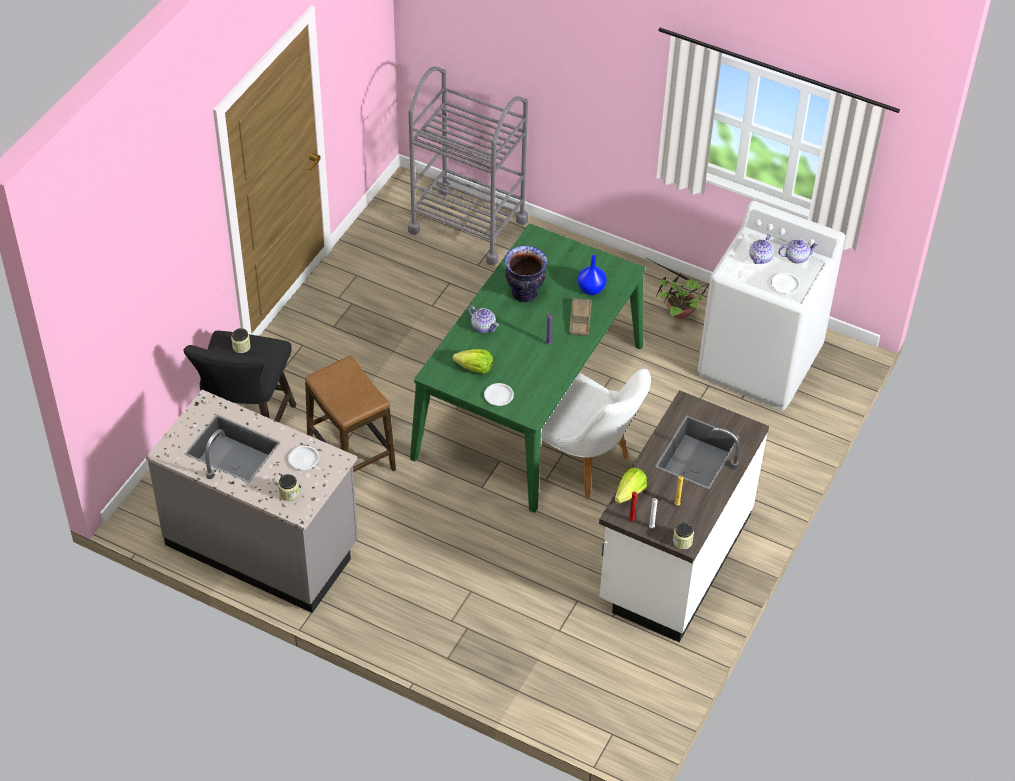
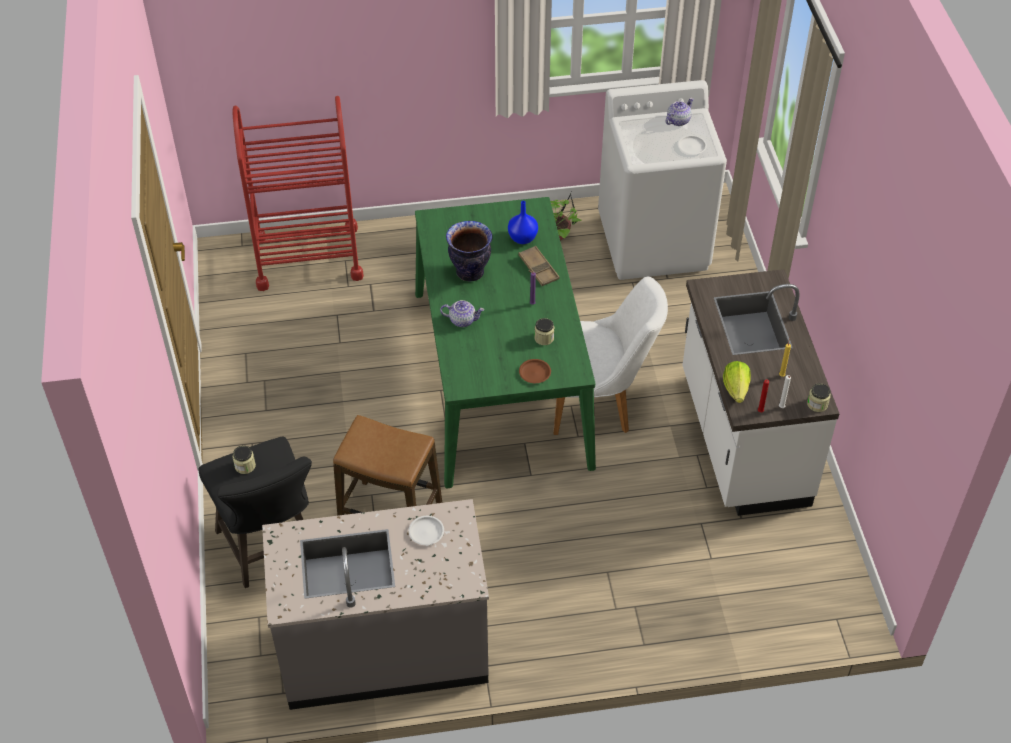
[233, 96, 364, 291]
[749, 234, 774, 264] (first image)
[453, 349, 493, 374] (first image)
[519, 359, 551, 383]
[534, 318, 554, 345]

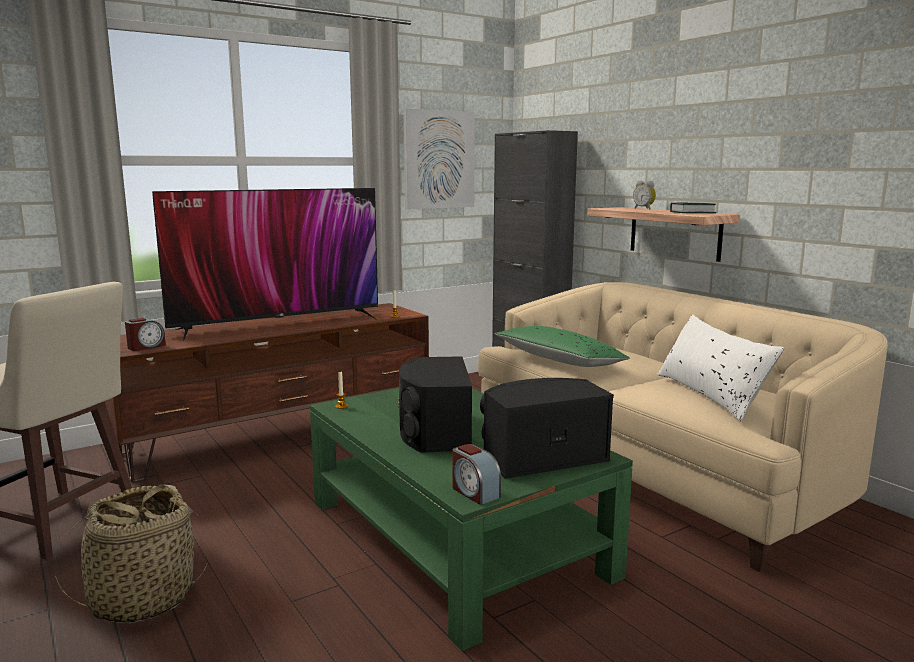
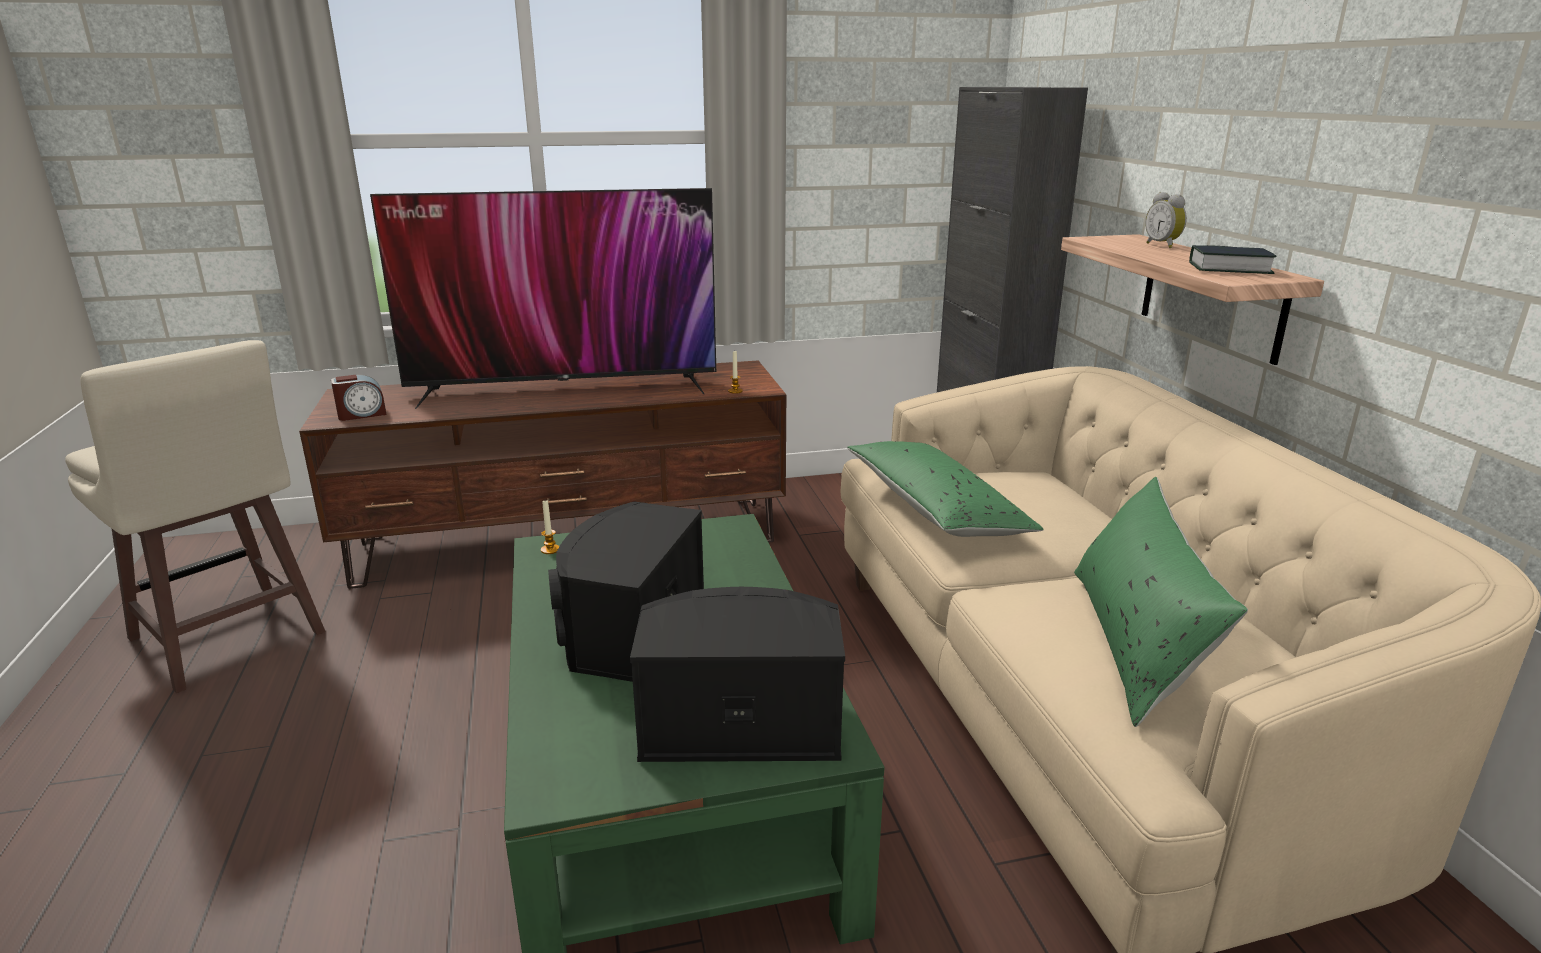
[403, 109, 475, 210] (first image)
[1074, 477, 1248, 727]
[453, 444, 501, 505] (first image)
[55, 484, 207, 624] (first image)

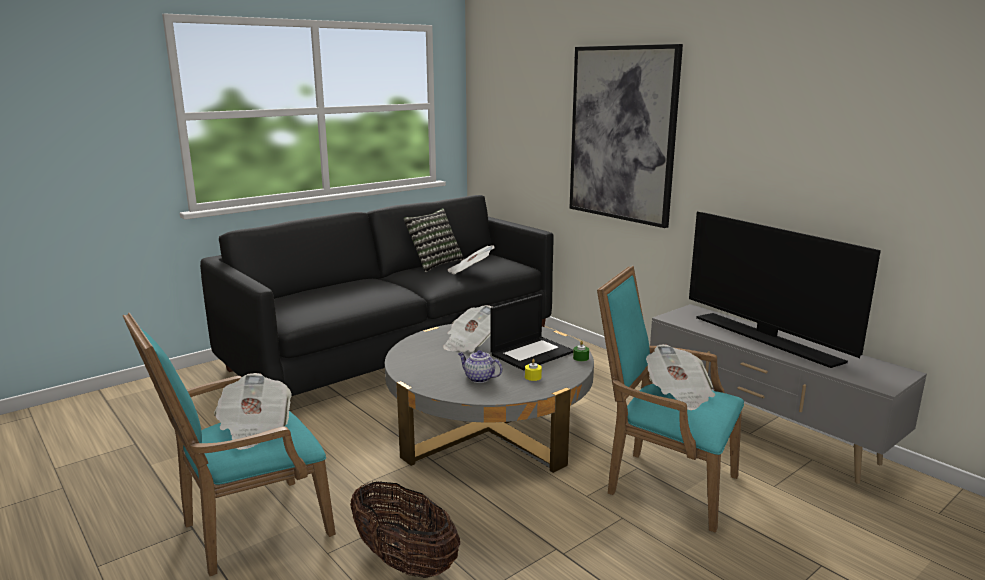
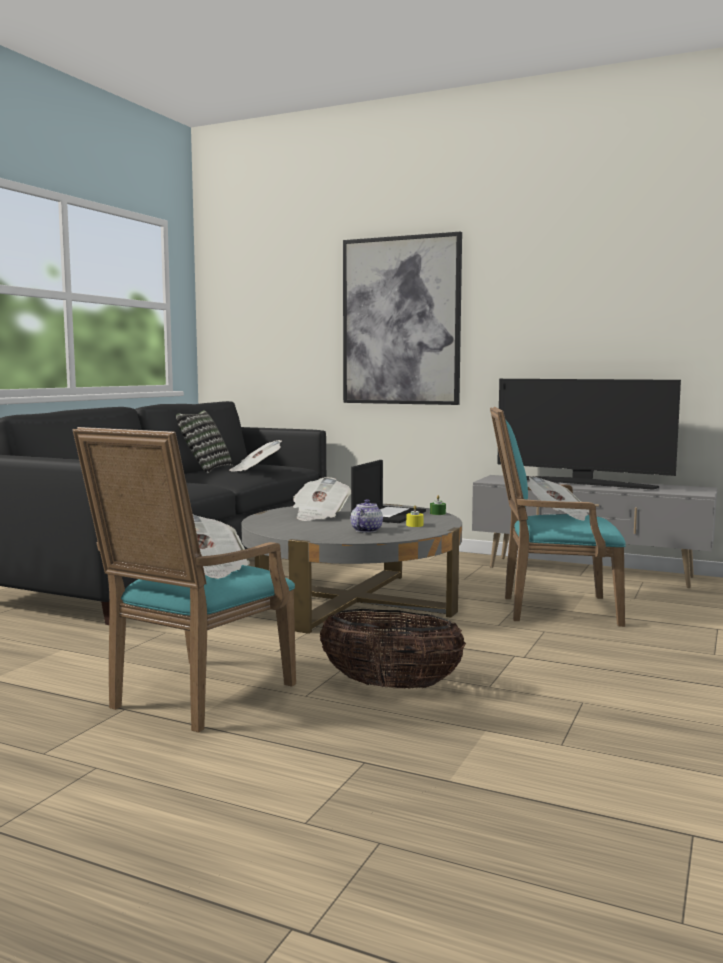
[350, 499, 383, 533]

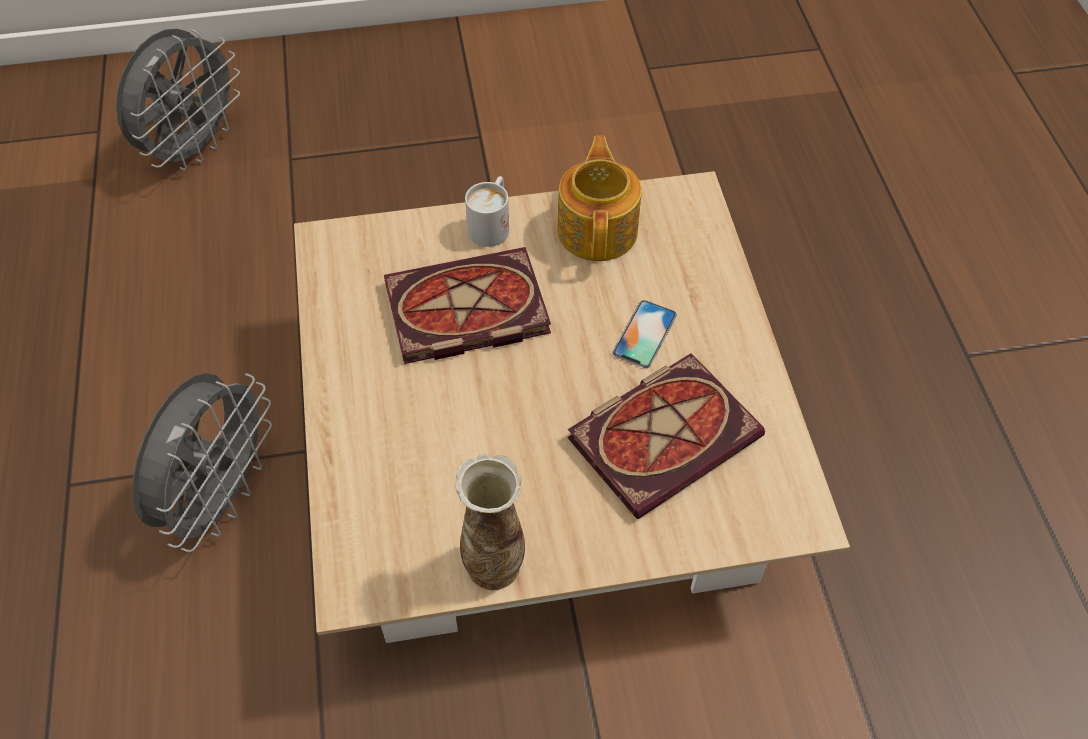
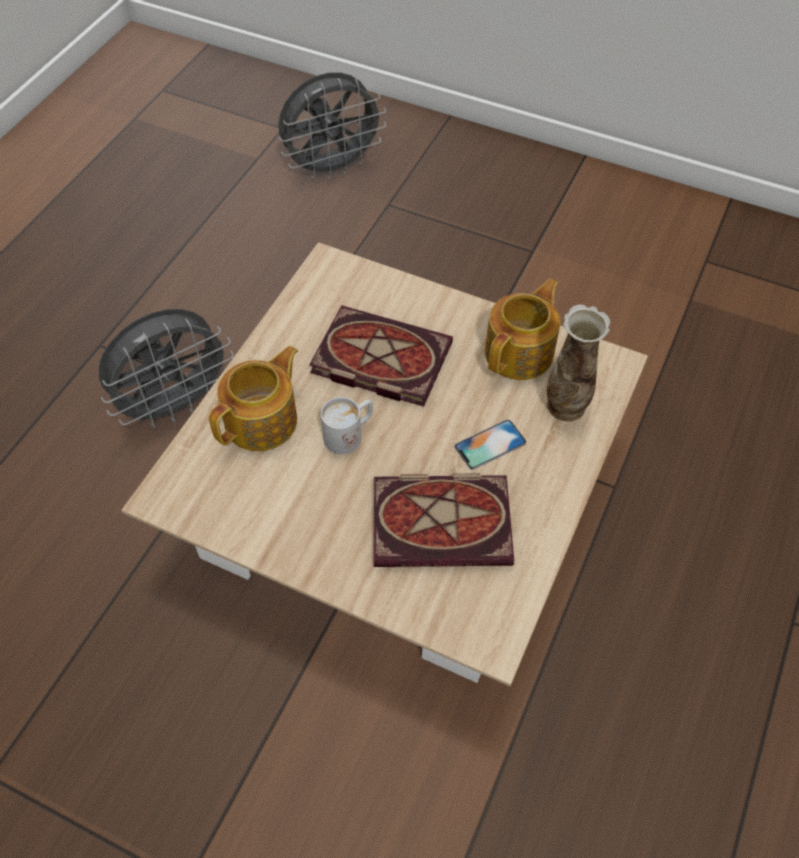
[321, 397, 373, 454]
[547, 305, 610, 422]
[209, 346, 298, 451]

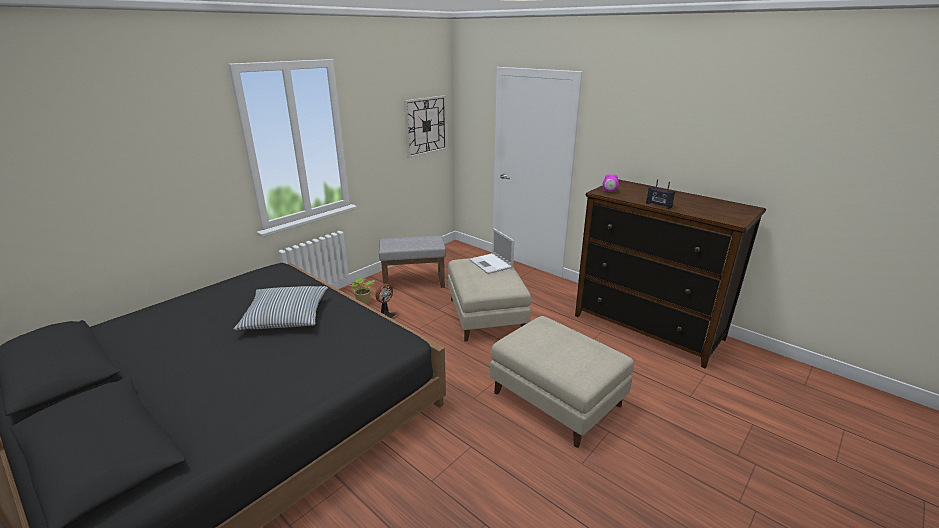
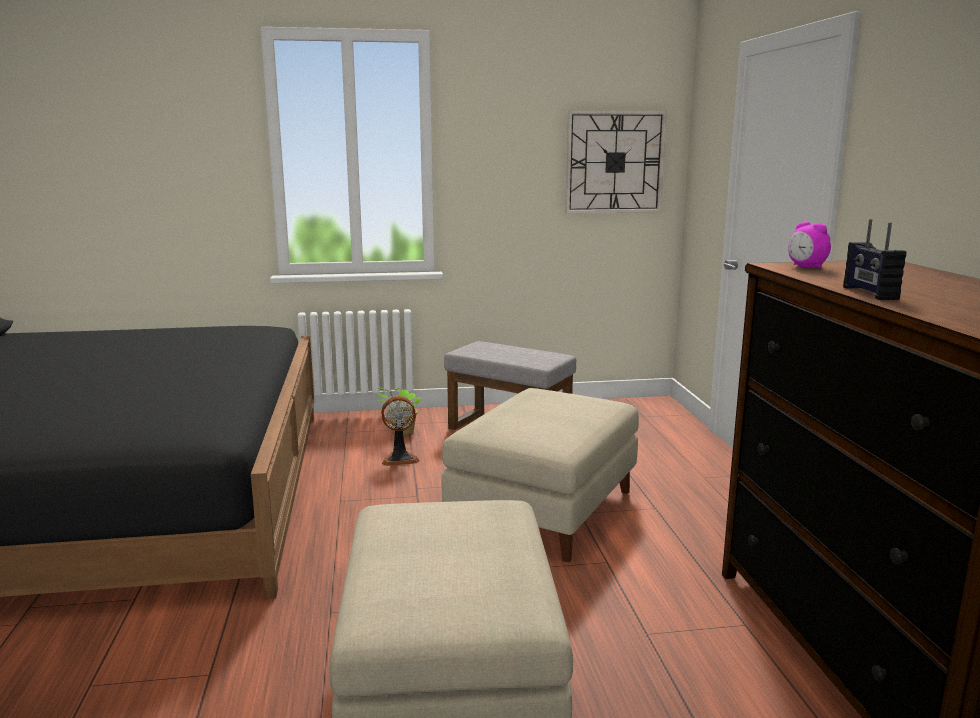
[469, 228, 515, 274] (first image)
[234, 286, 328, 330] (first image)

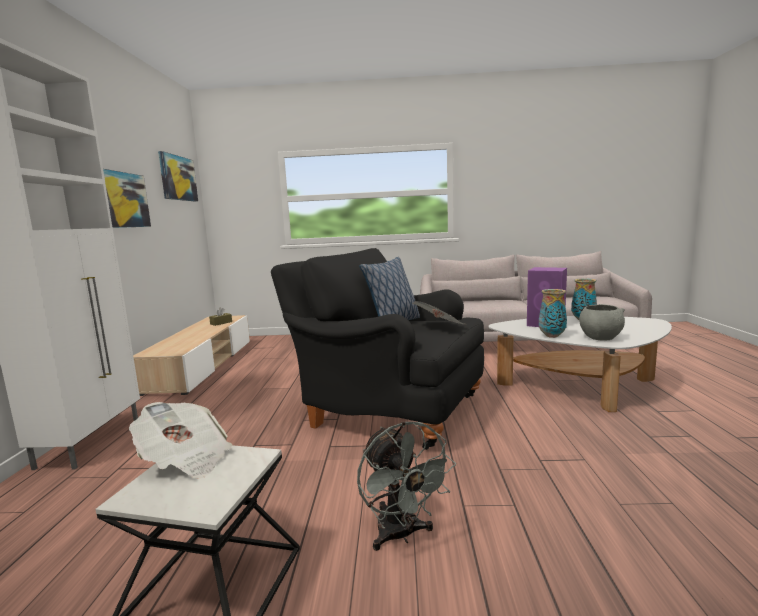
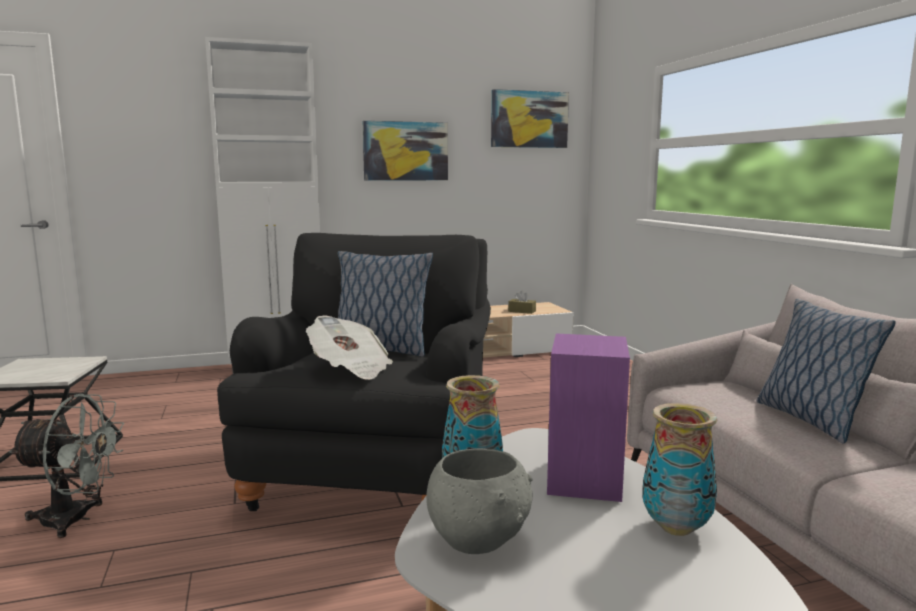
[129, 402, 232, 478] (first image)
[9, 394, 124, 538]
[757, 299, 896, 444]

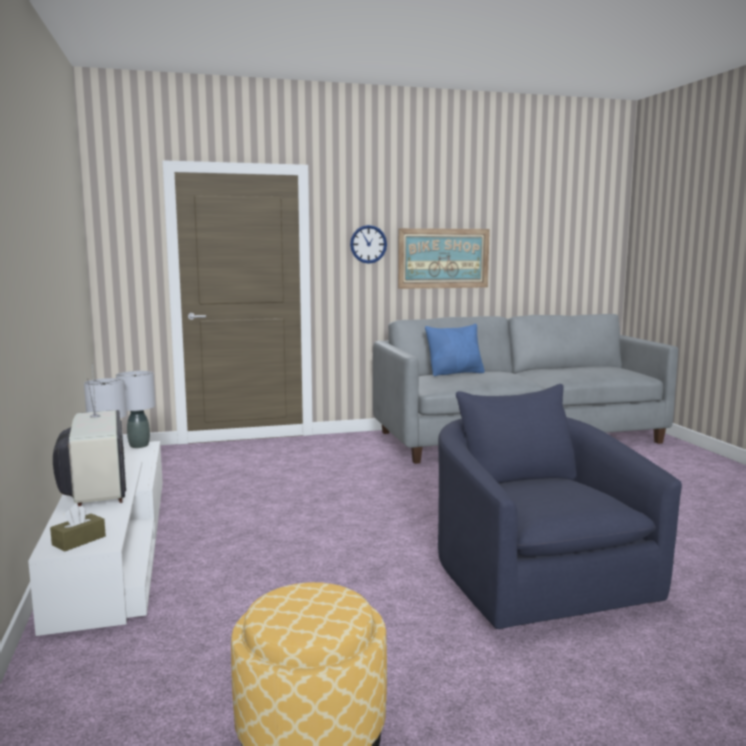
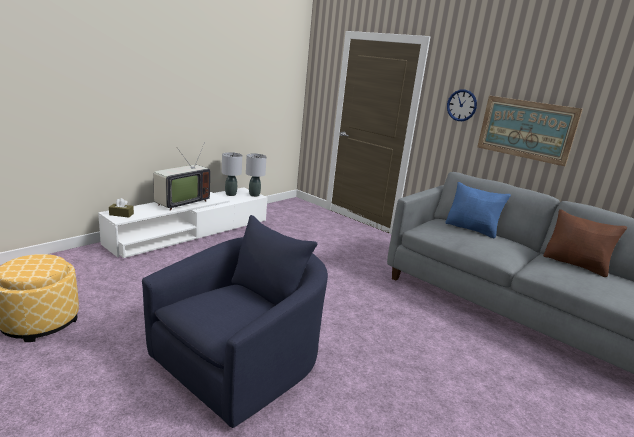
[543, 209, 627, 277]

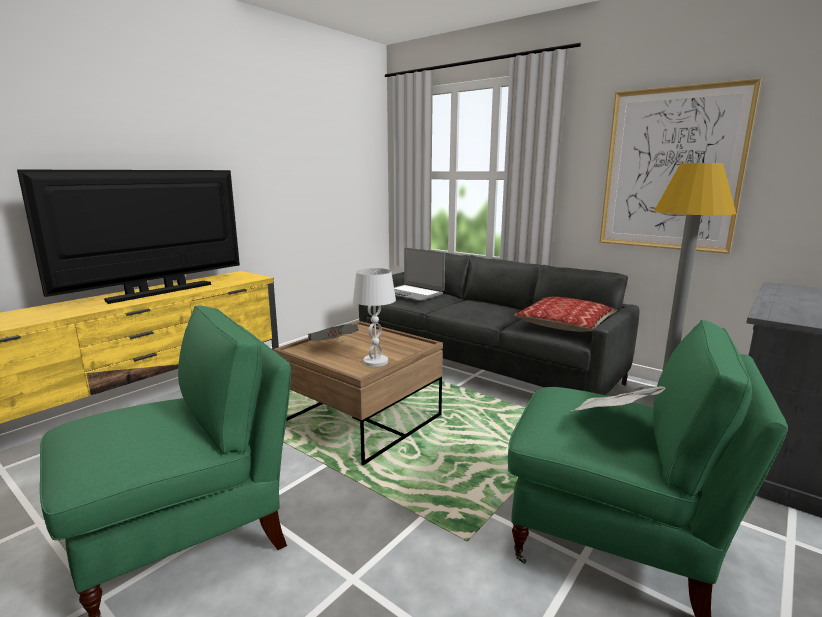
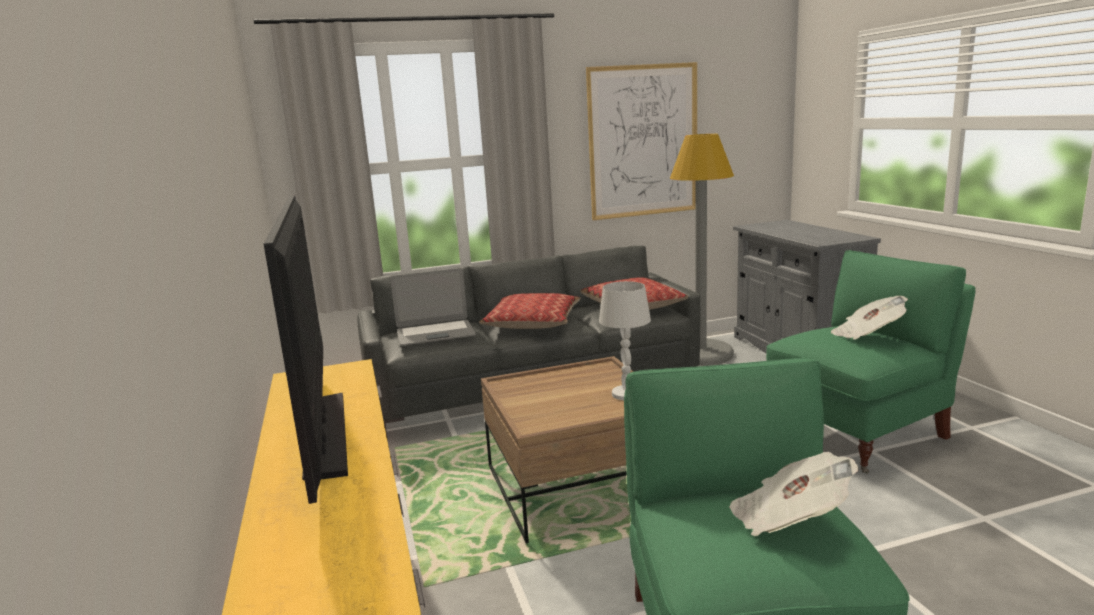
[729, 452, 859, 536]
[479, 293, 581, 329]

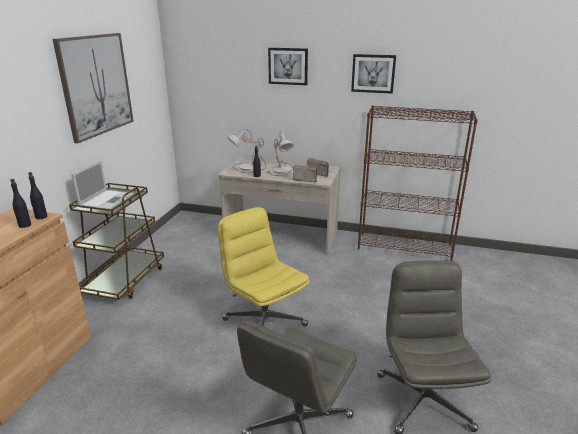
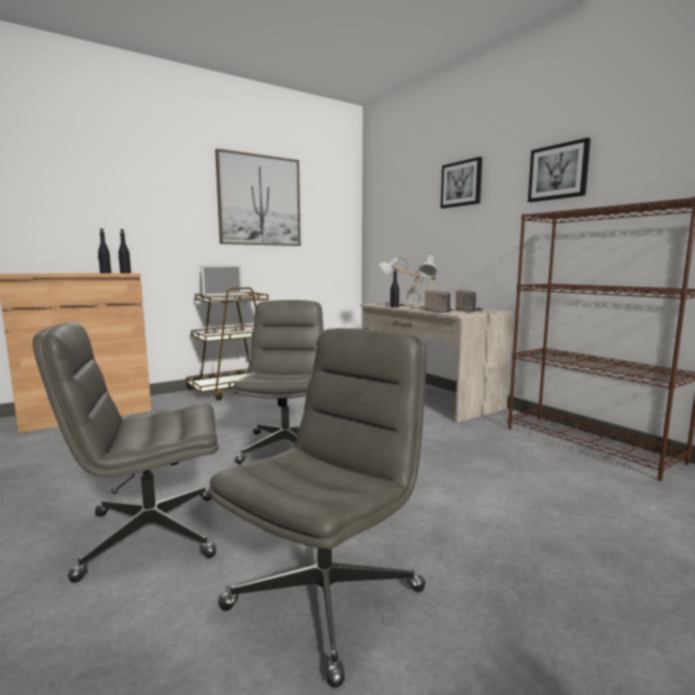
[234, 300, 324, 464]

